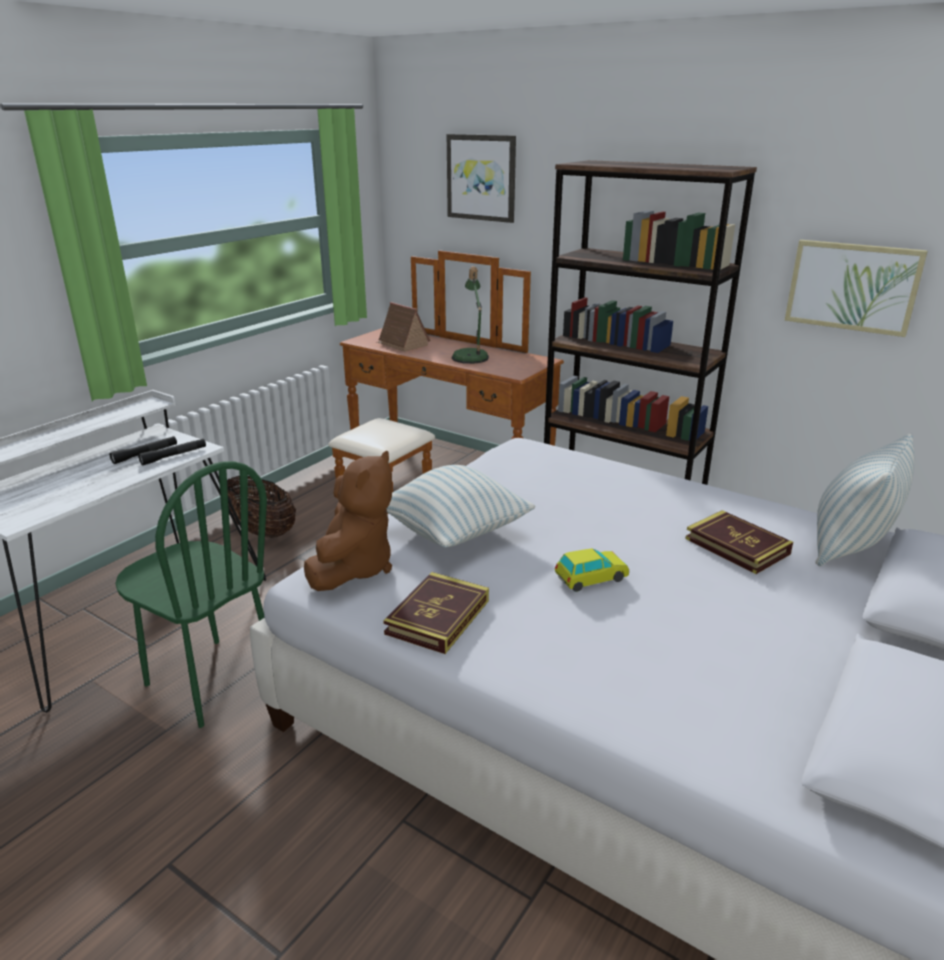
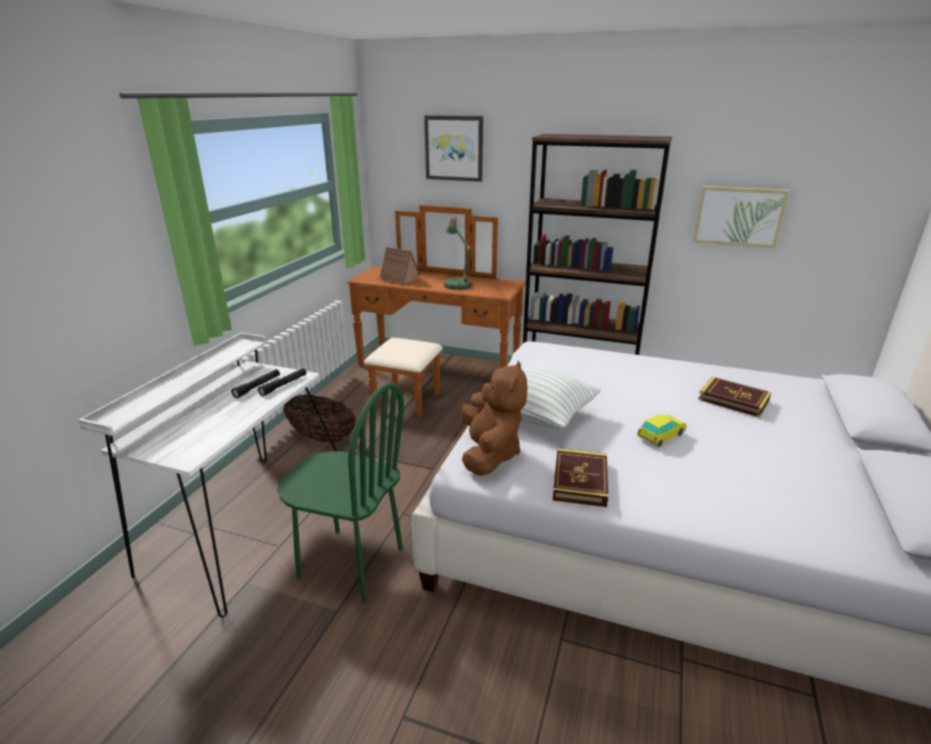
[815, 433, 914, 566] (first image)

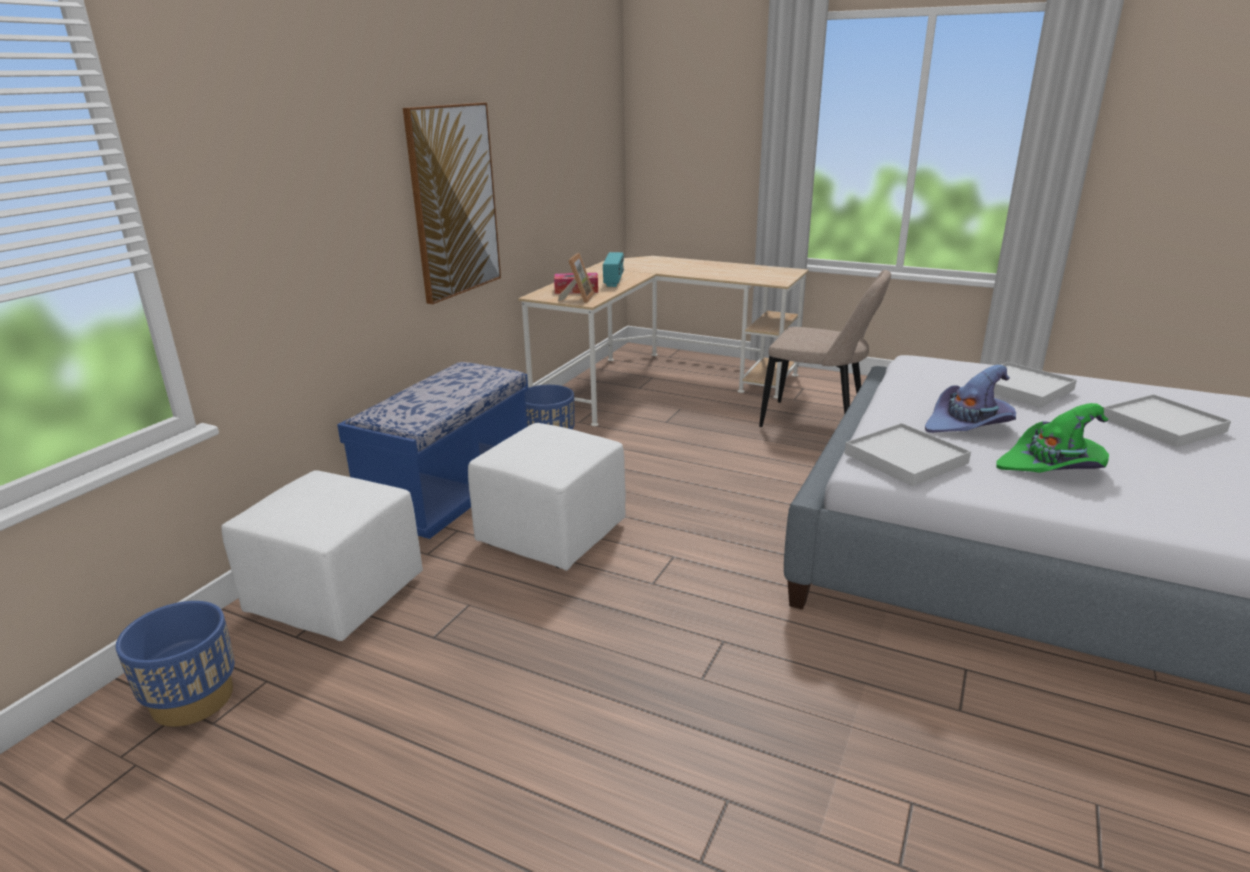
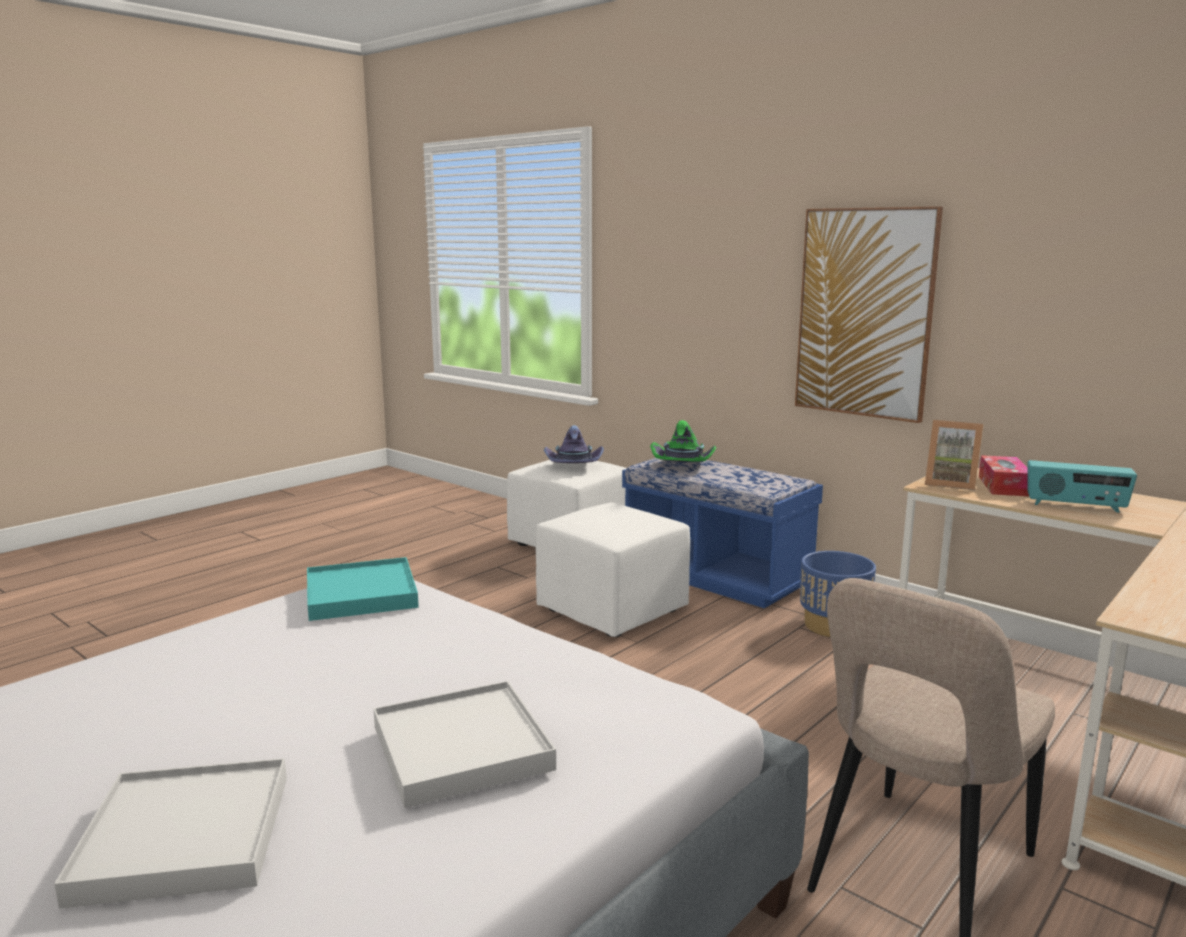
[544, 425, 604, 463]
[650, 420, 716, 462]
[307, 557, 419, 621]
[116, 601, 235, 727] (first image)

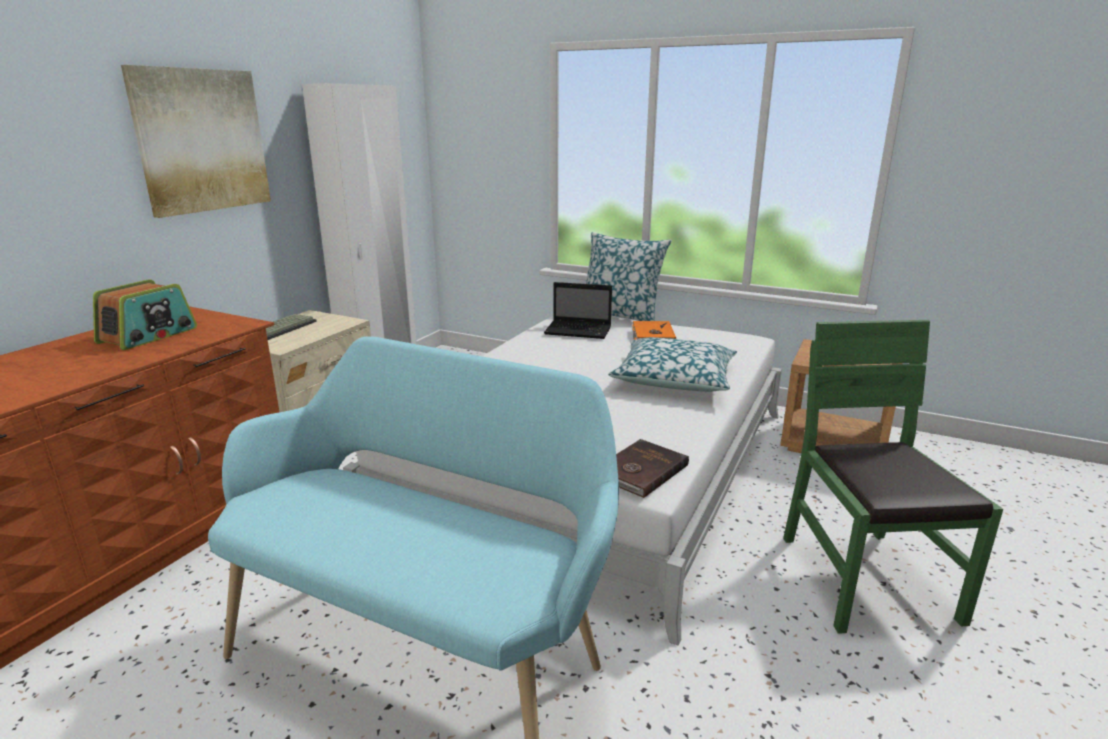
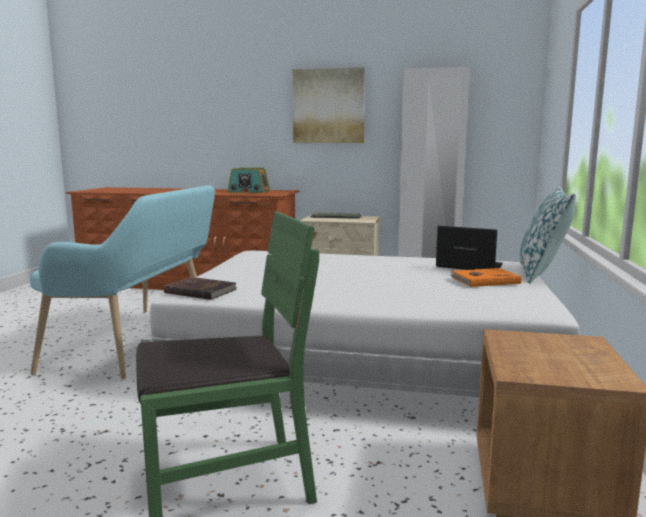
[436, 226, 503, 270]
[608, 337, 737, 392] (first image)

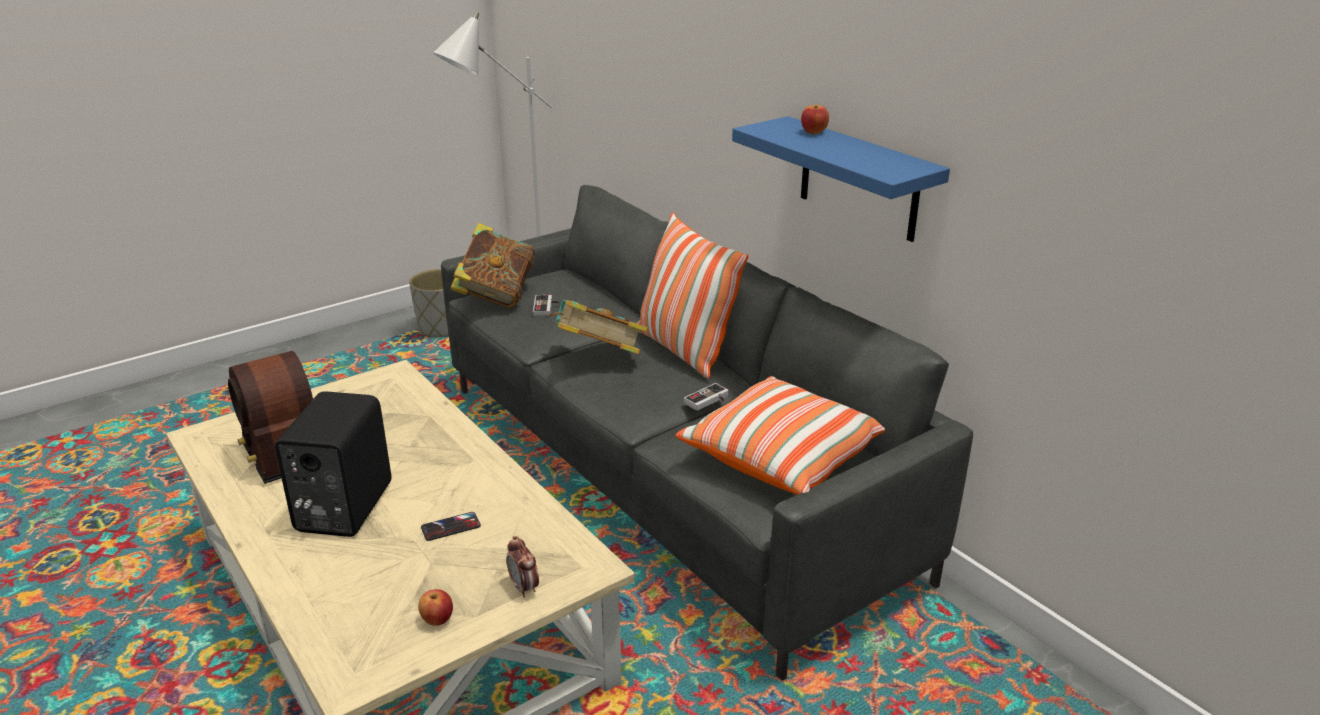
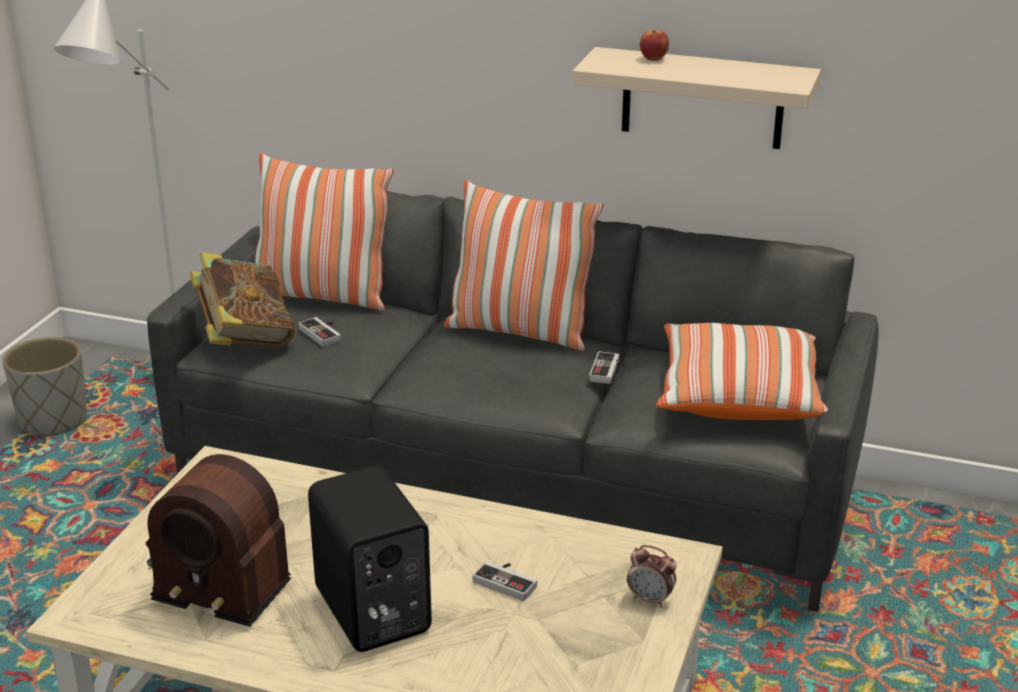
[572, 47, 821, 149]
[549, 300, 647, 354] (first image)
[473, 561, 537, 601]
[418, 589, 453, 626] (first image)
[255, 153, 394, 310]

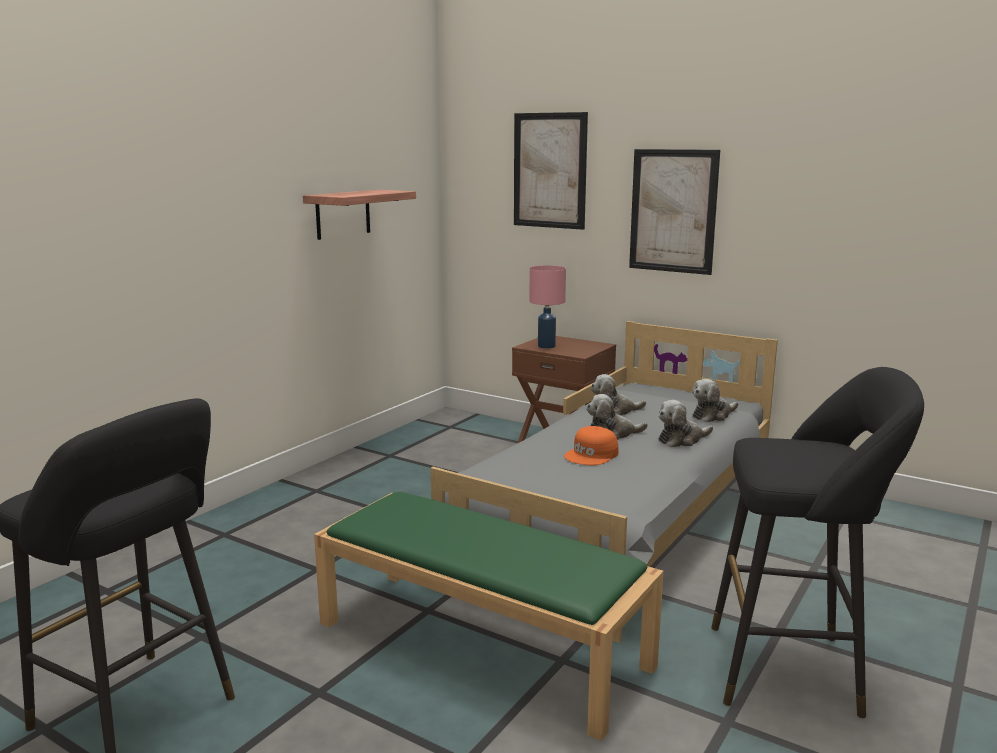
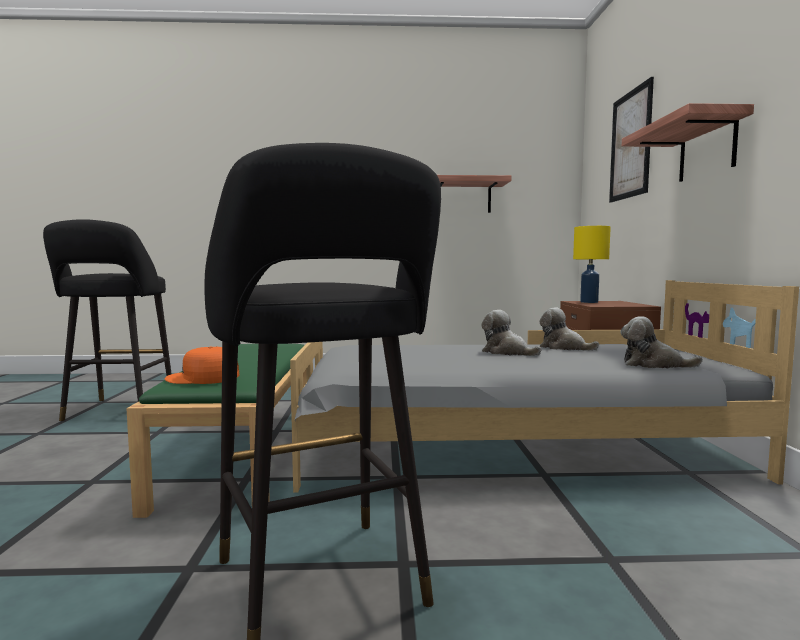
[622, 103, 754, 182]
[573, 226, 611, 303]
[658, 400, 713, 447] (first image)
[165, 347, 239, 384]

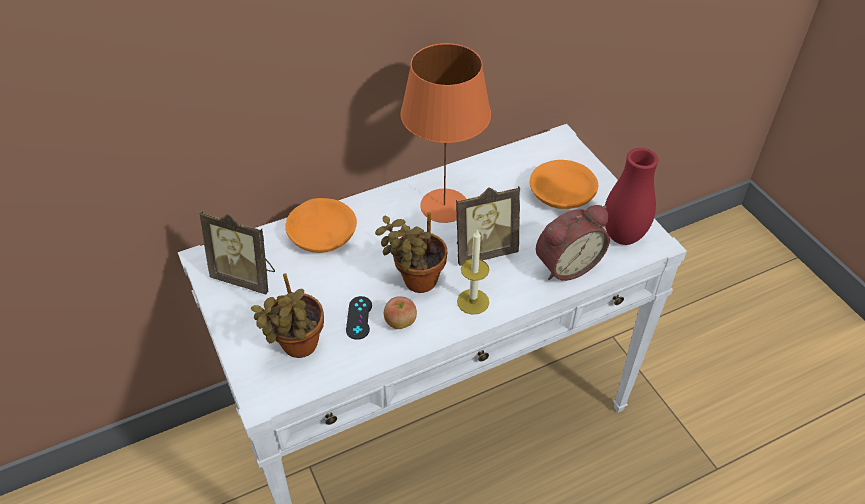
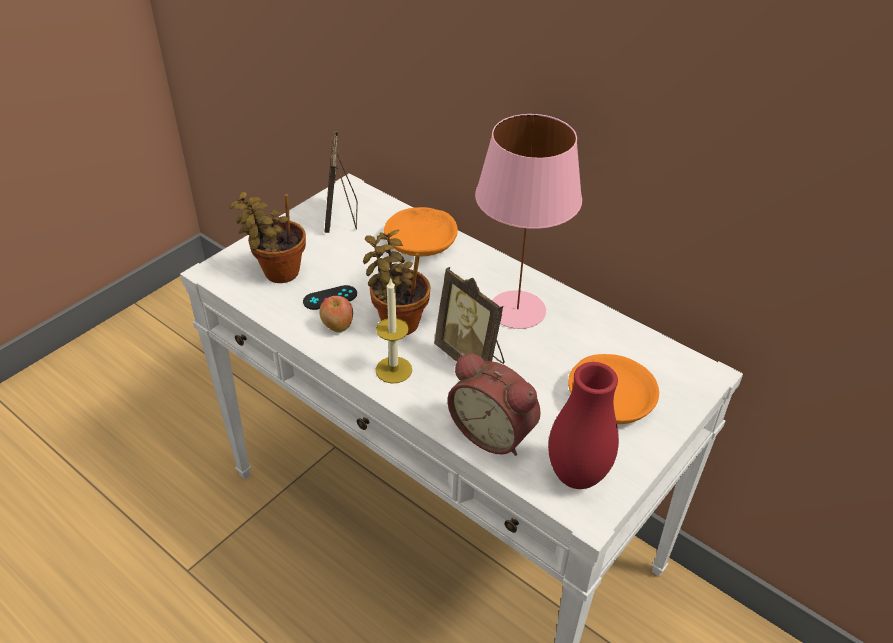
[475, 114, 582, 329]

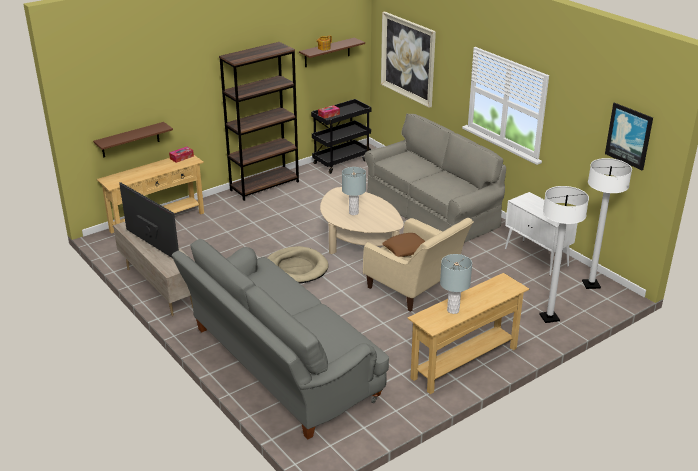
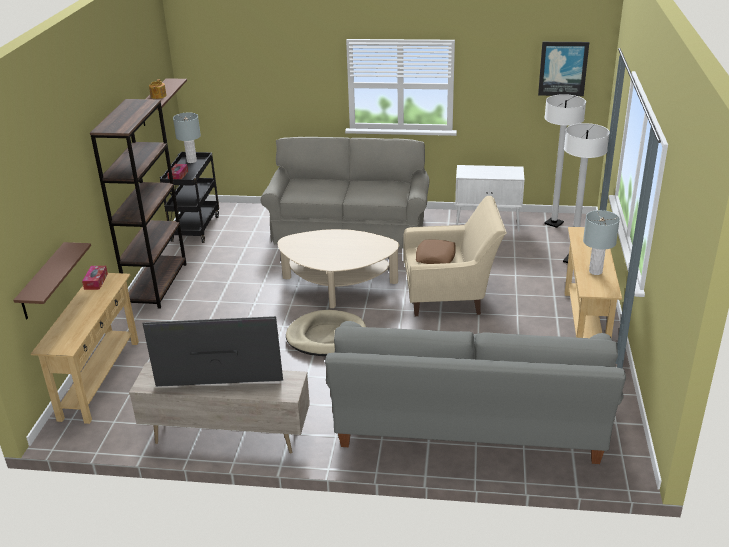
[381, 12, 436, 108] (first image)
[173, 113, 201, 163]

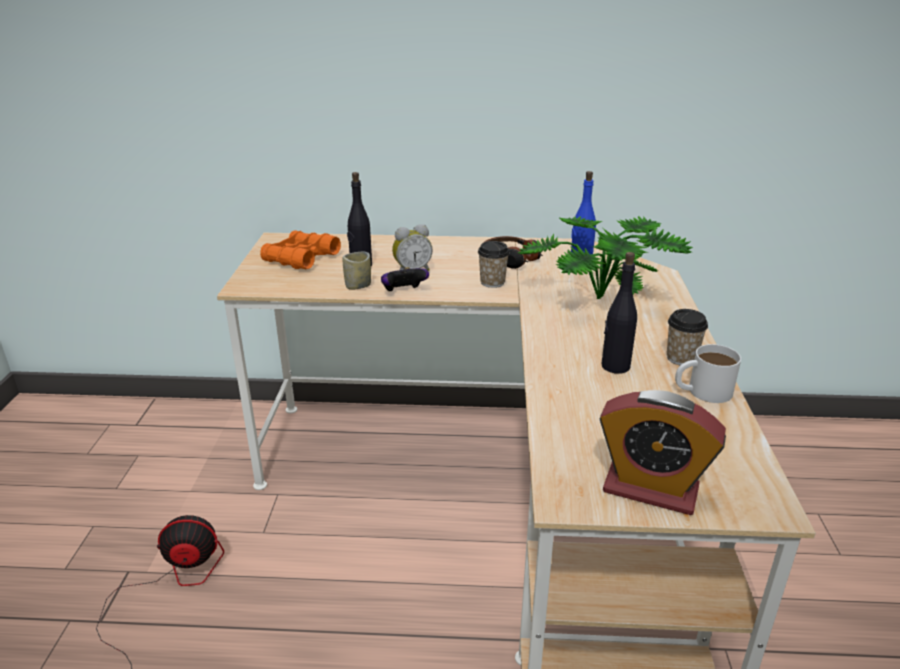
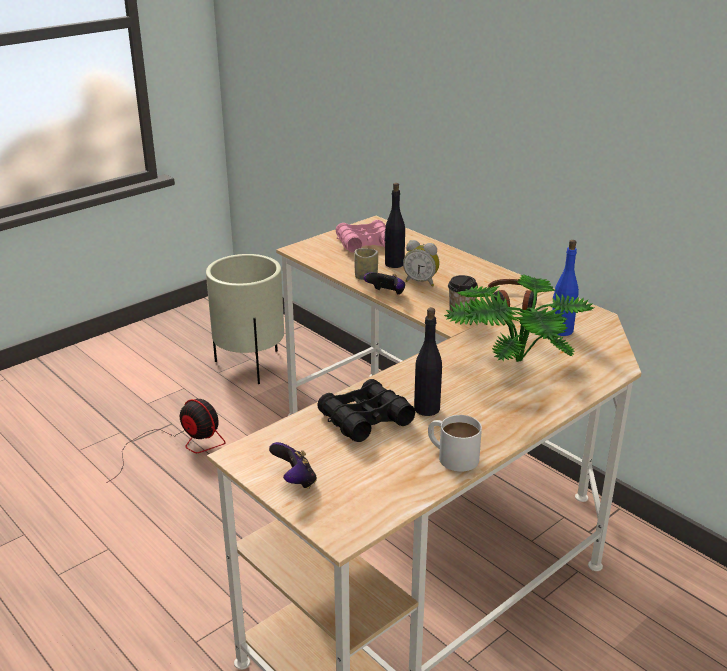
[336, 220, 386, 253]
[667, 309, 708, 365] (first image)
[269, 442, 317, 489]
[206, 254, 284, 384]
[317, 379, 415, 442]

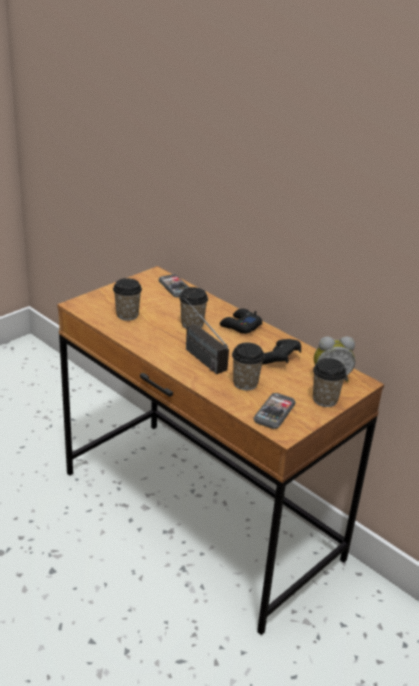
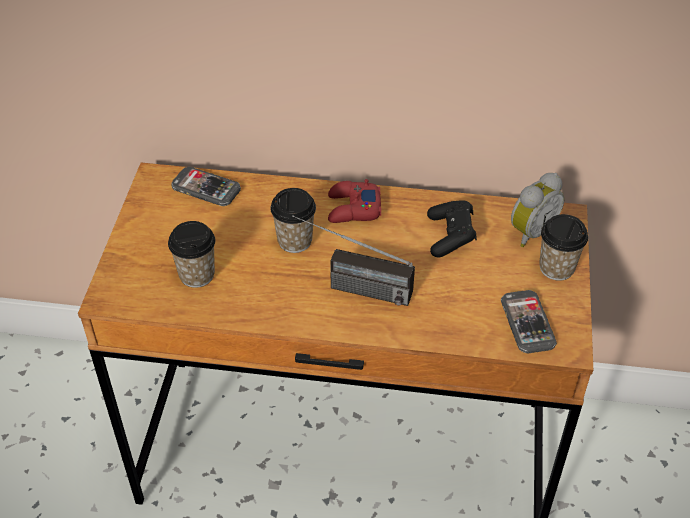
[328, 179, 381, 223]
[232, 343, 265, 390] (first image)

